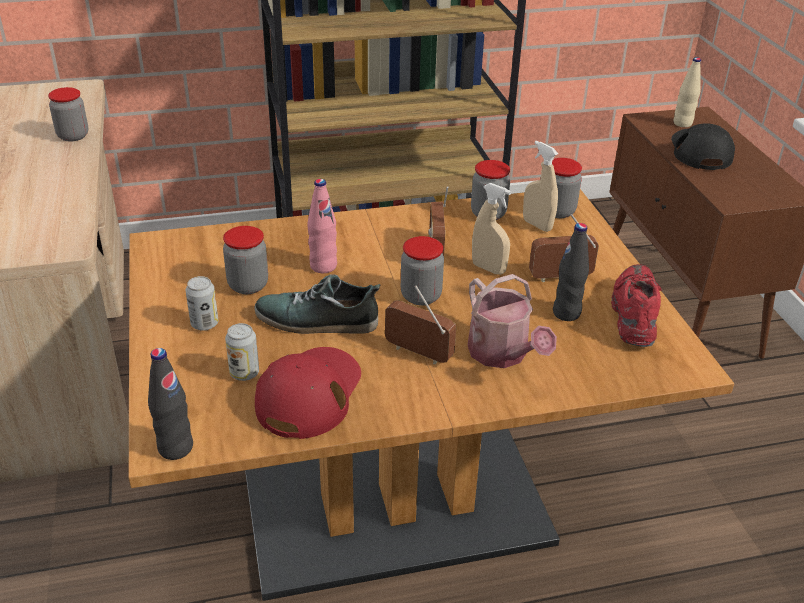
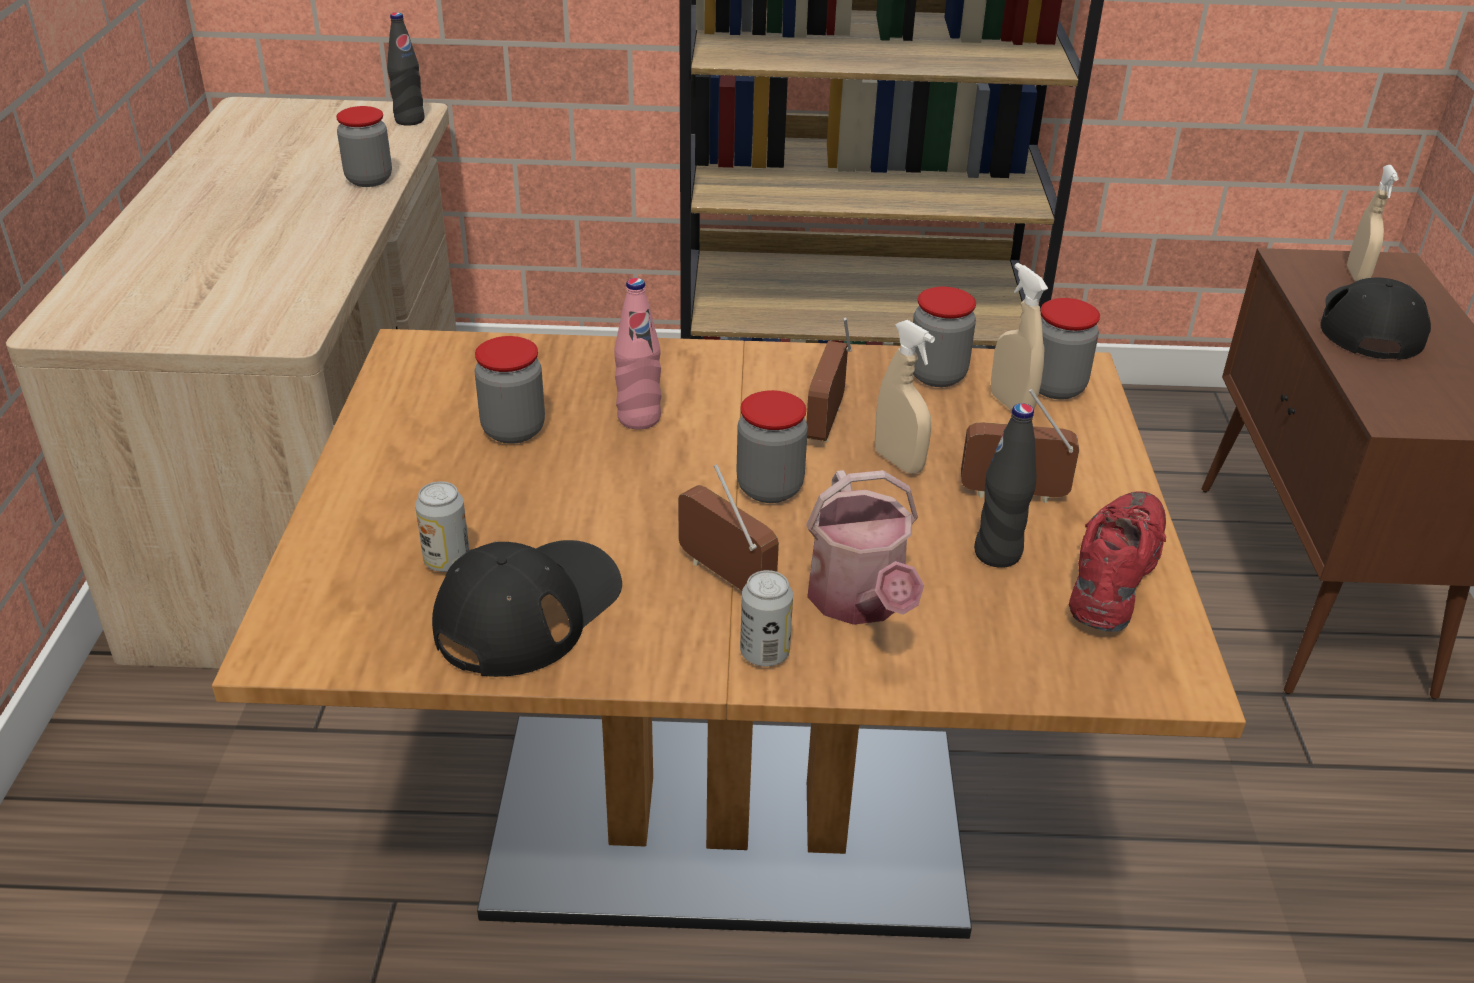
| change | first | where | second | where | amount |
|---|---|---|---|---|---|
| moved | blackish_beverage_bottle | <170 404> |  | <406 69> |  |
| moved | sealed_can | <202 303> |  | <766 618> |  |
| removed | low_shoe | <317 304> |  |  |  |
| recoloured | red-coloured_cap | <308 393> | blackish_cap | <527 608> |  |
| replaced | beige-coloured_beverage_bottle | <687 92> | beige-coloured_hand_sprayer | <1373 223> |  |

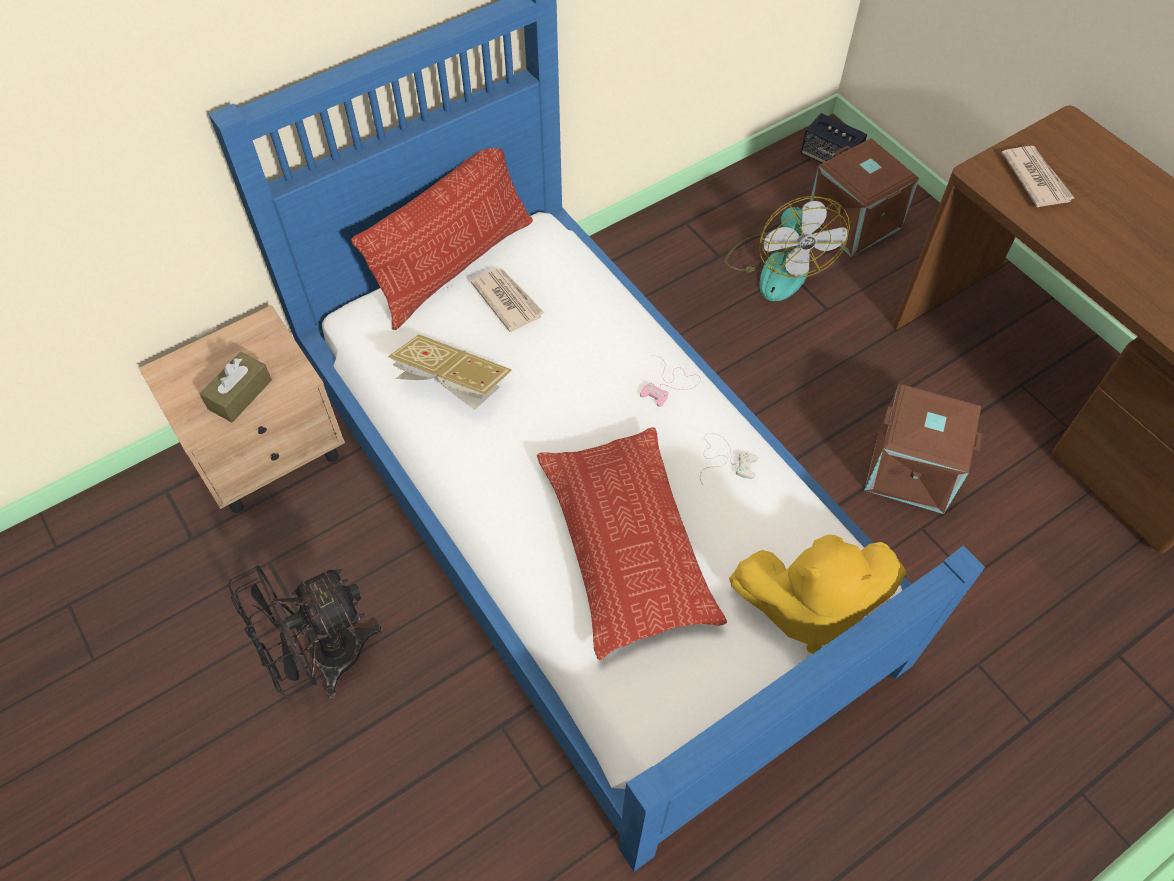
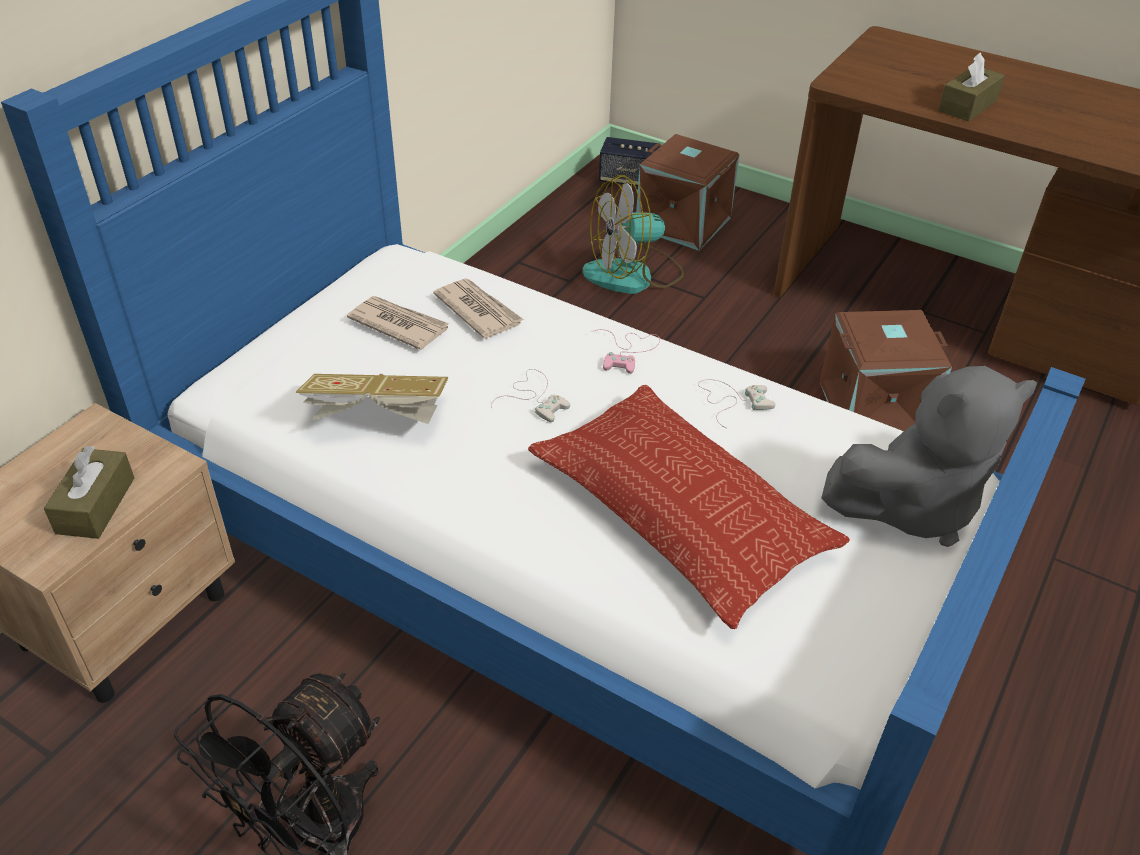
| change | first | where | second | where | amount |
|---|---|---|---|---|---|
| removed | pillow | <442 239> |  |  |  |
| turned | cooling_fan | <787 248> |  | <633 234> | 105 degrees clockwise |
| recoloured | yellowish_plush_toy | <817 594> | greyish_plush_toy | <929 456> |  |
| moved | printed_paper | <1038 176> |  | <478 308> |  |
| added |  |  | white_joypad | <530 395> |  |
| added |  |  | brownish_tissue_holder | <971 87> |  |

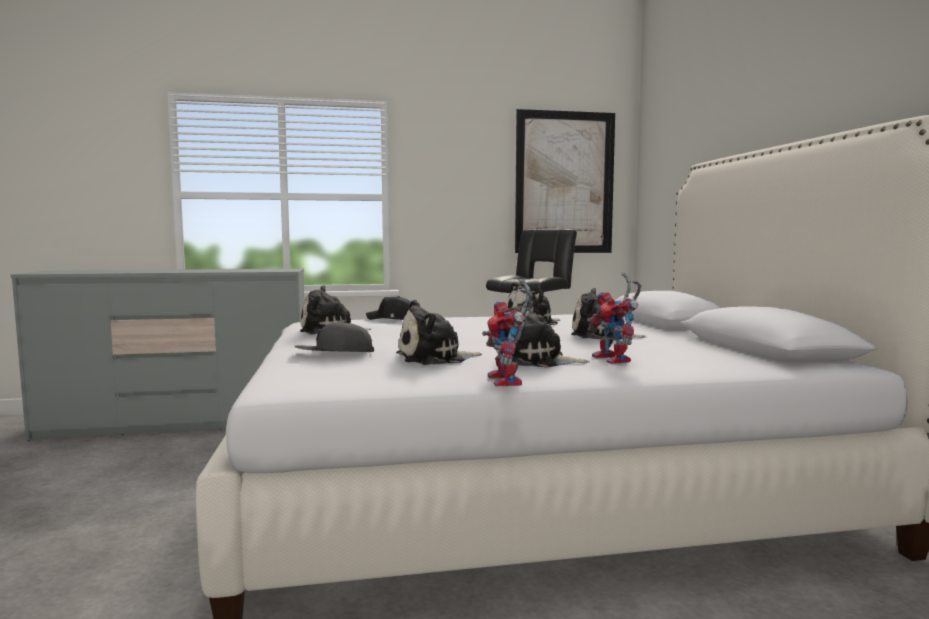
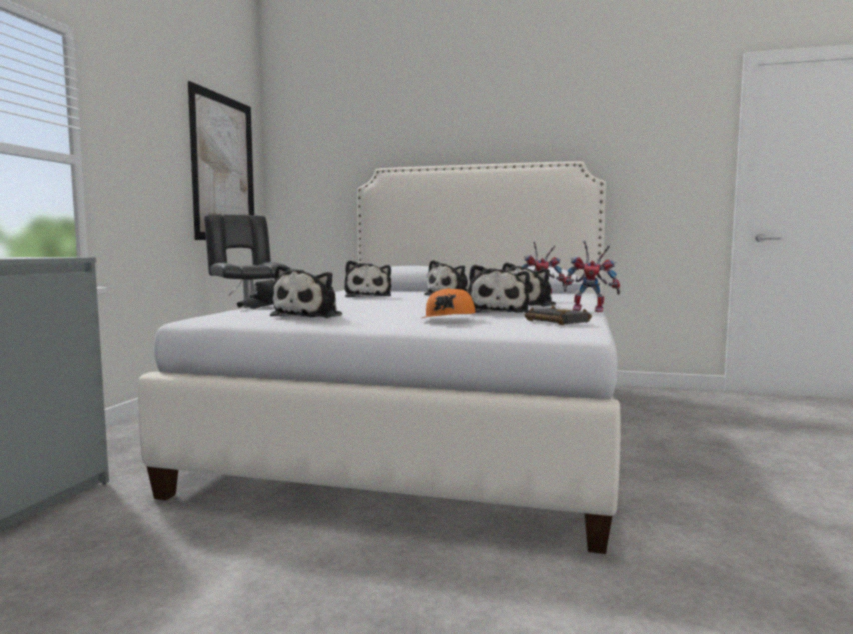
| change | first | where | second | where | amount |
|---|---|---|---|---|---|
| recoloured | greyish_cap | <334 337> | orangey_cap | <448 303> |  |
| added |  |  | blackish_bound_book | <558 315> |  |

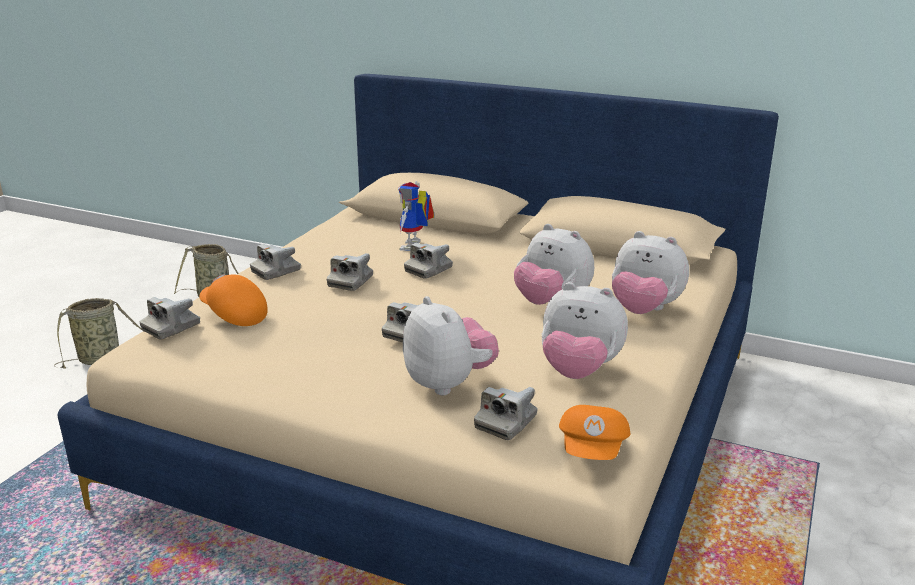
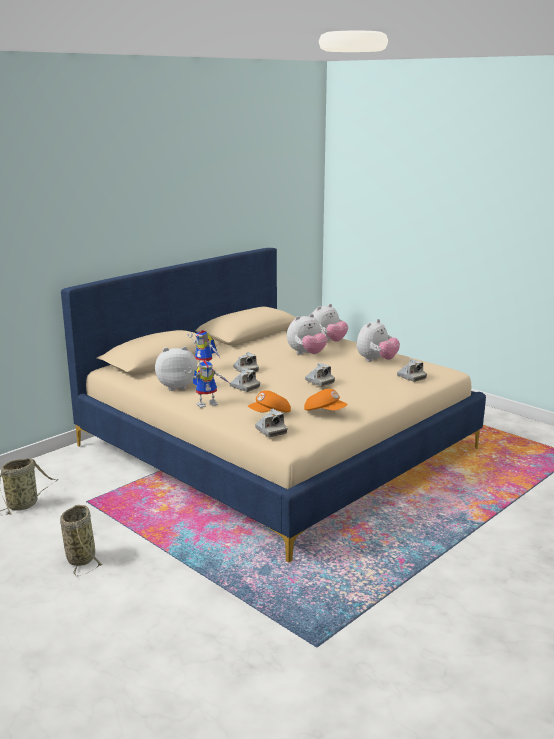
| change | first | where | second | where | amount |
|---|---|---|---|---|---|
| replaced | photo_camera | <275 262> | robot_figure | <206 384> |  |
| moved | plush_toy | <451 345> |  | <176 368> |  |
| moved | orangey_cap | <594 432> |  | <326 400> |  |

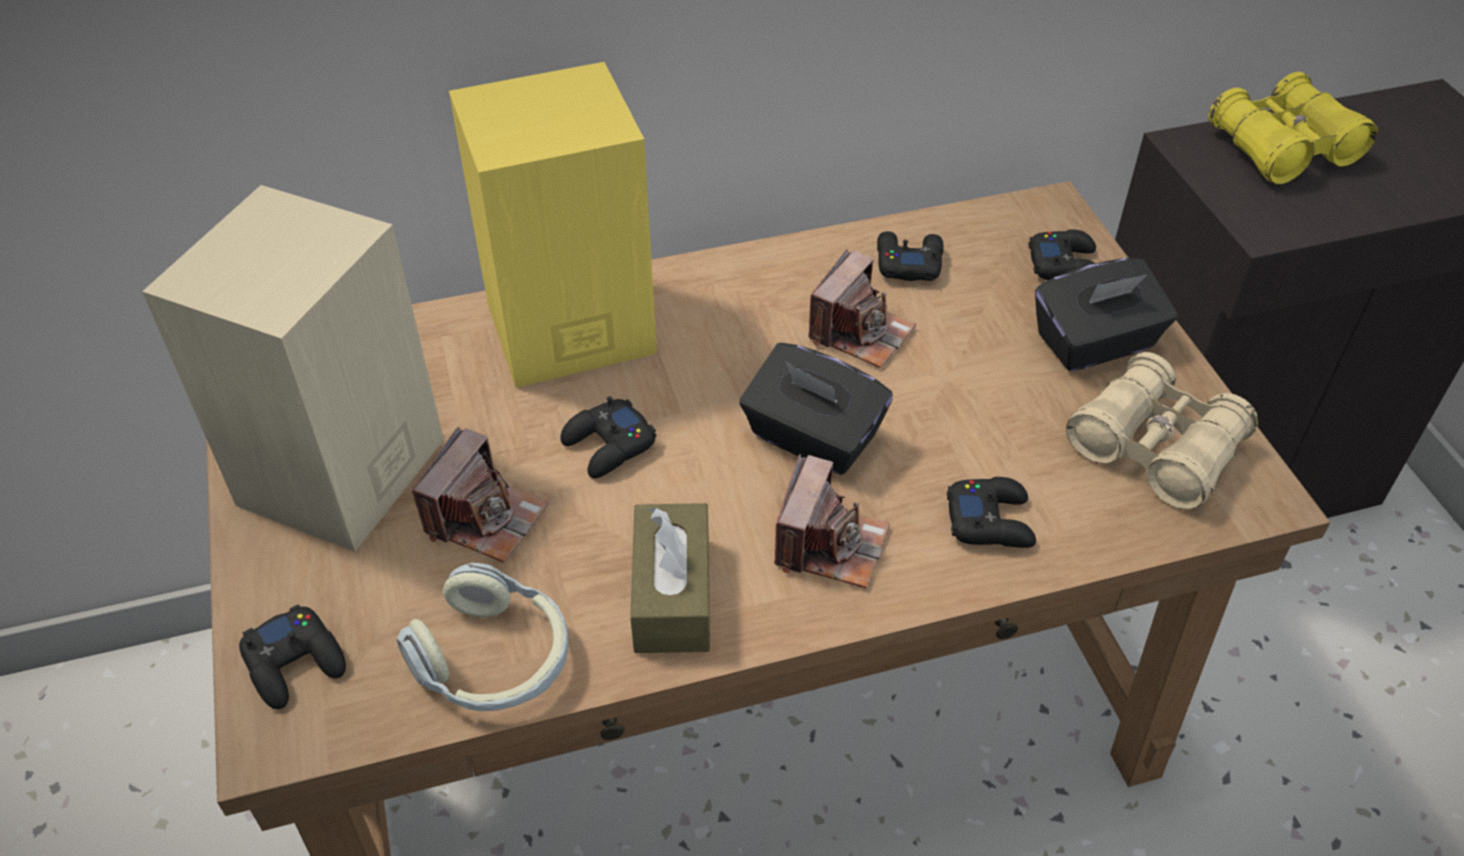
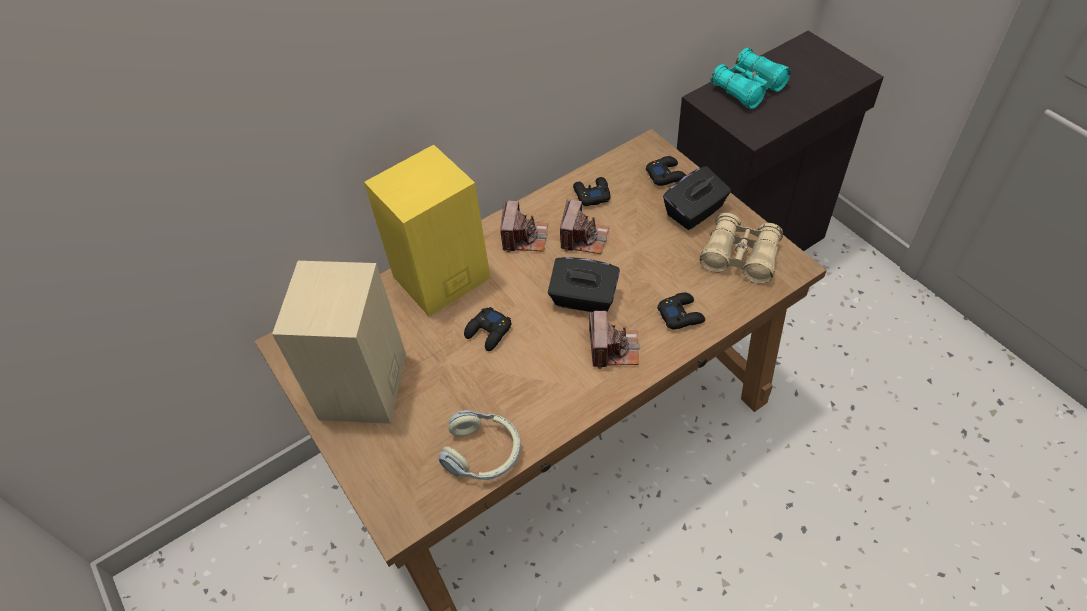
| change | first | where | second | where | amount |
|---|---|---|---|---|---|
| removed | blackish_joypad | <292 656> |  |  |  |
| moved | photo_camera | <480 494> |  | <524 226> |  |
| removed | brownish_tissue_holder | <670 578> |  |  |  |
| recoloured | yellowish_pair_of_binoculars | <1293 128> | turquoise_pair_of_binoculars | <750 78> |  |

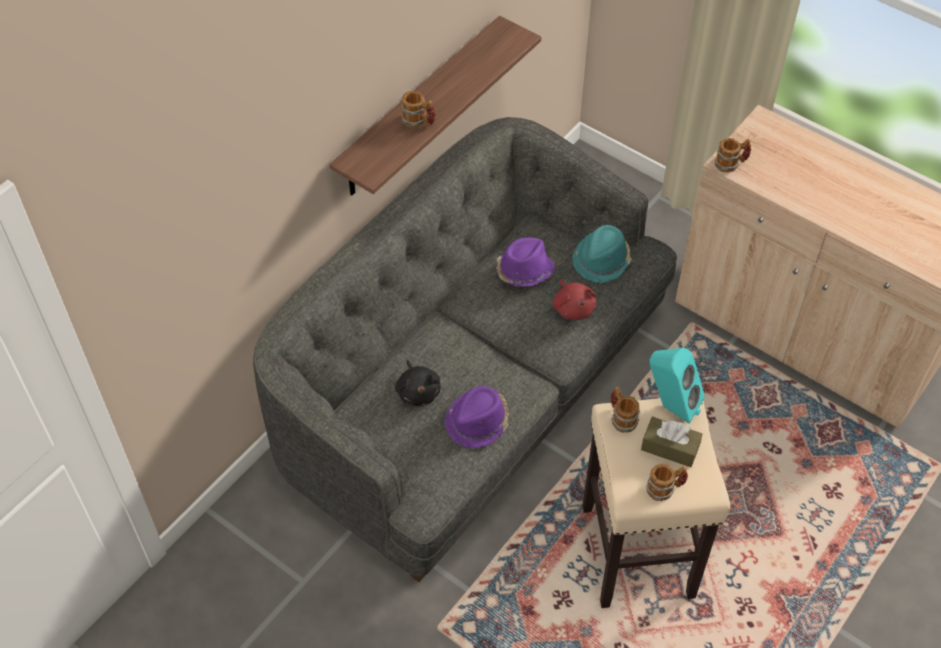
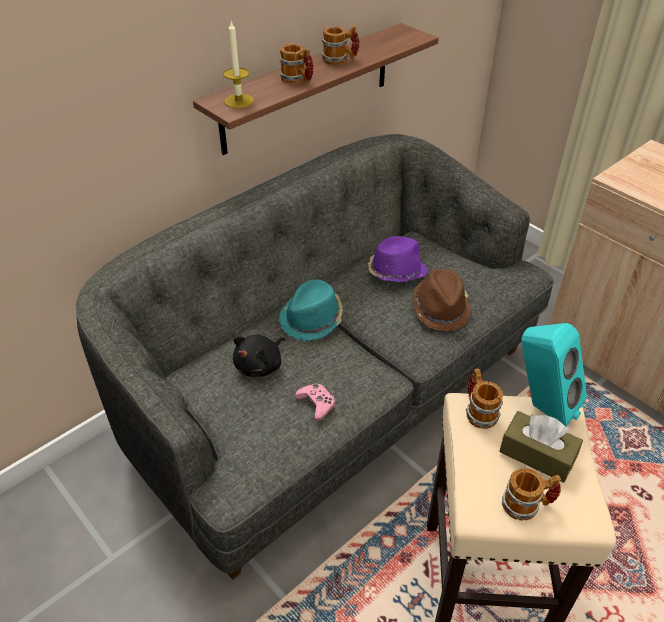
| change | first | where | second | where | amount |
|---|---|---|---|---|---|
| turned | blackish_plush_toy | <417 383> |  | <259 356> | 45 degrees clockwise |
| replaced | purplish_clothing_hat | <477 417> | pink-coloured_joypad | <315 402> |  |
| replaced | red-coloured_plush_toy | <574 299> | brownish_clothing_hat | <442 300> |  |
| moved | turquoise_clothing_hat | <602 254> |  | <311 310> |  |
| moved | tea_mug | <733 155> |  | <340 45> |  |
| added |  |  | wax_candle | <238 64> |  |

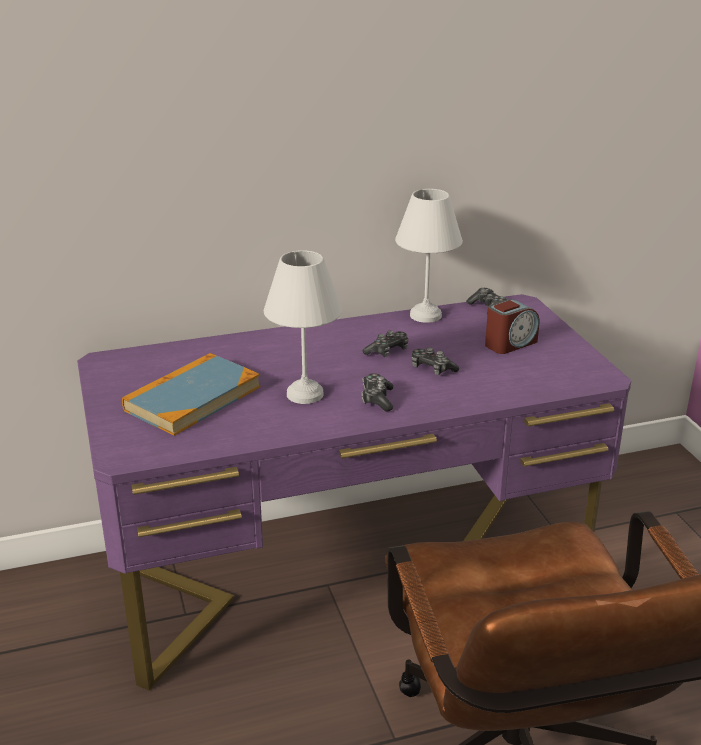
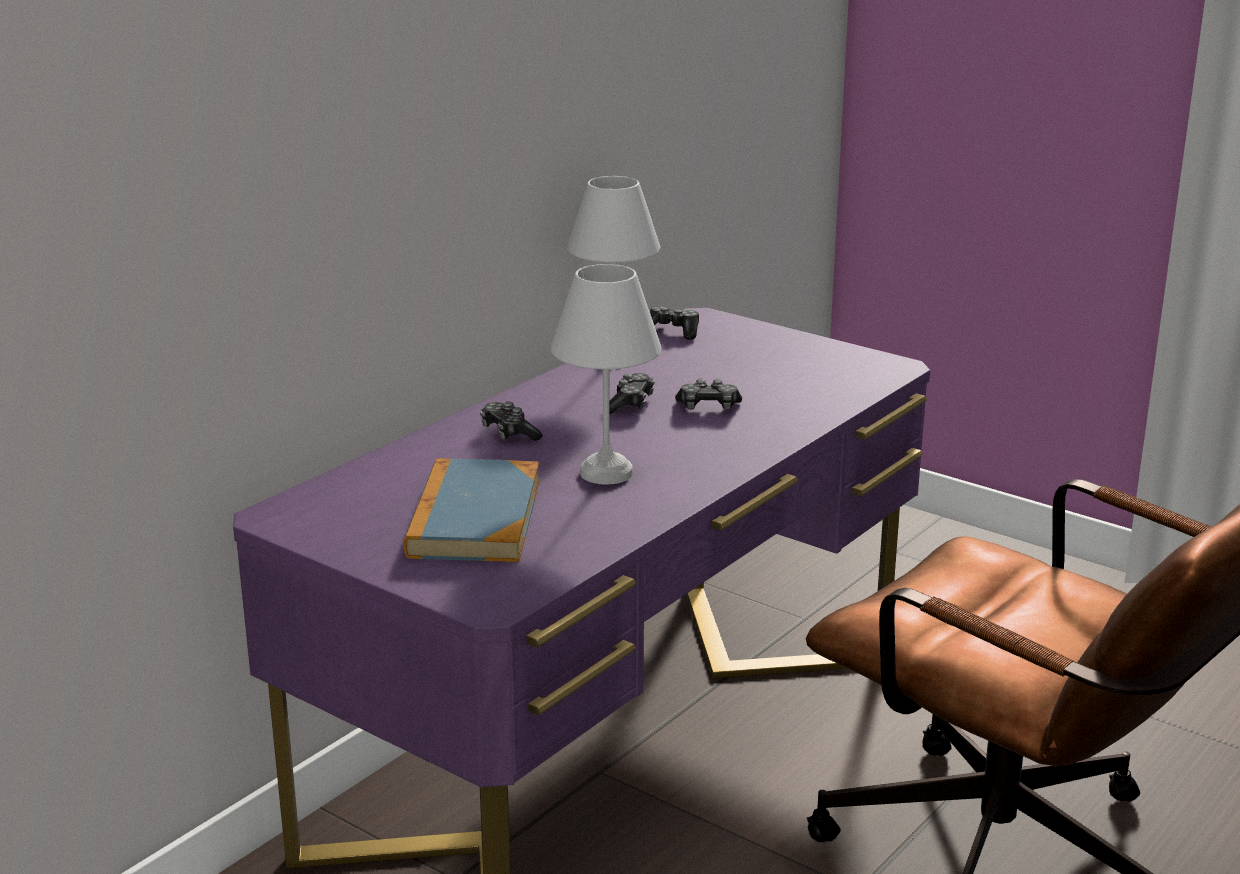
| change | first | where | second | where | amount |
|---|---|---|---|---|---|
| moved | joypad | <377 392> |  | <511 421> |  |
| removed | bedside_clock | <512 326> |  |  |  |

